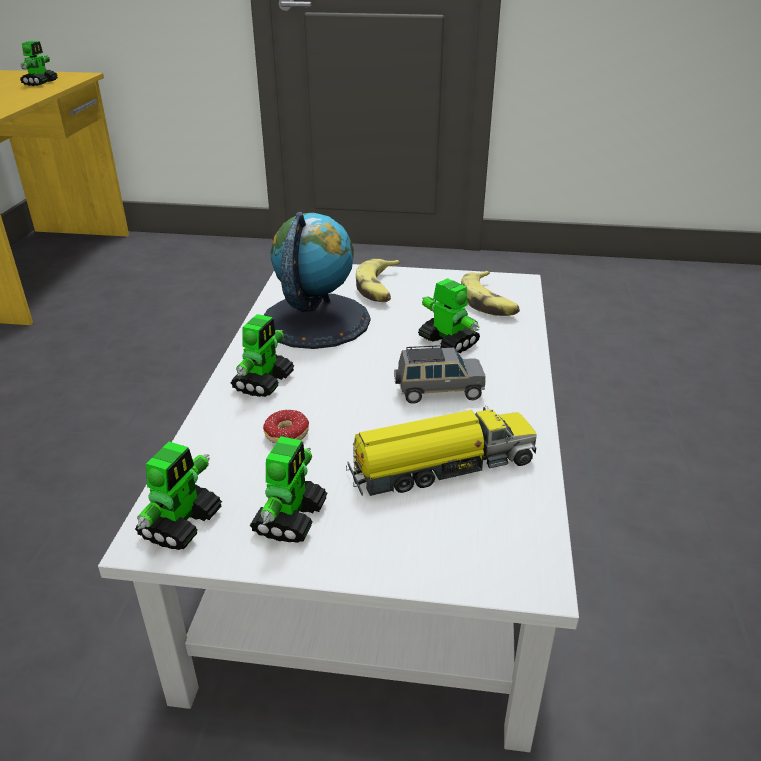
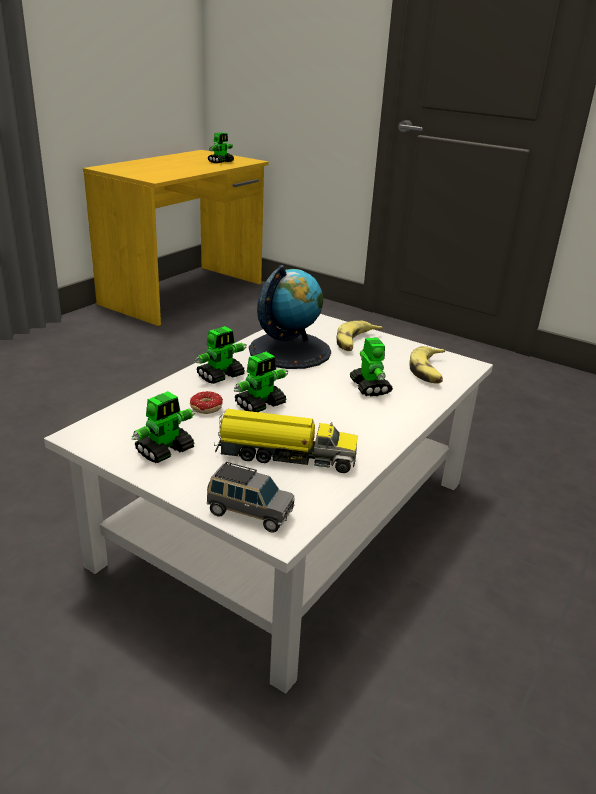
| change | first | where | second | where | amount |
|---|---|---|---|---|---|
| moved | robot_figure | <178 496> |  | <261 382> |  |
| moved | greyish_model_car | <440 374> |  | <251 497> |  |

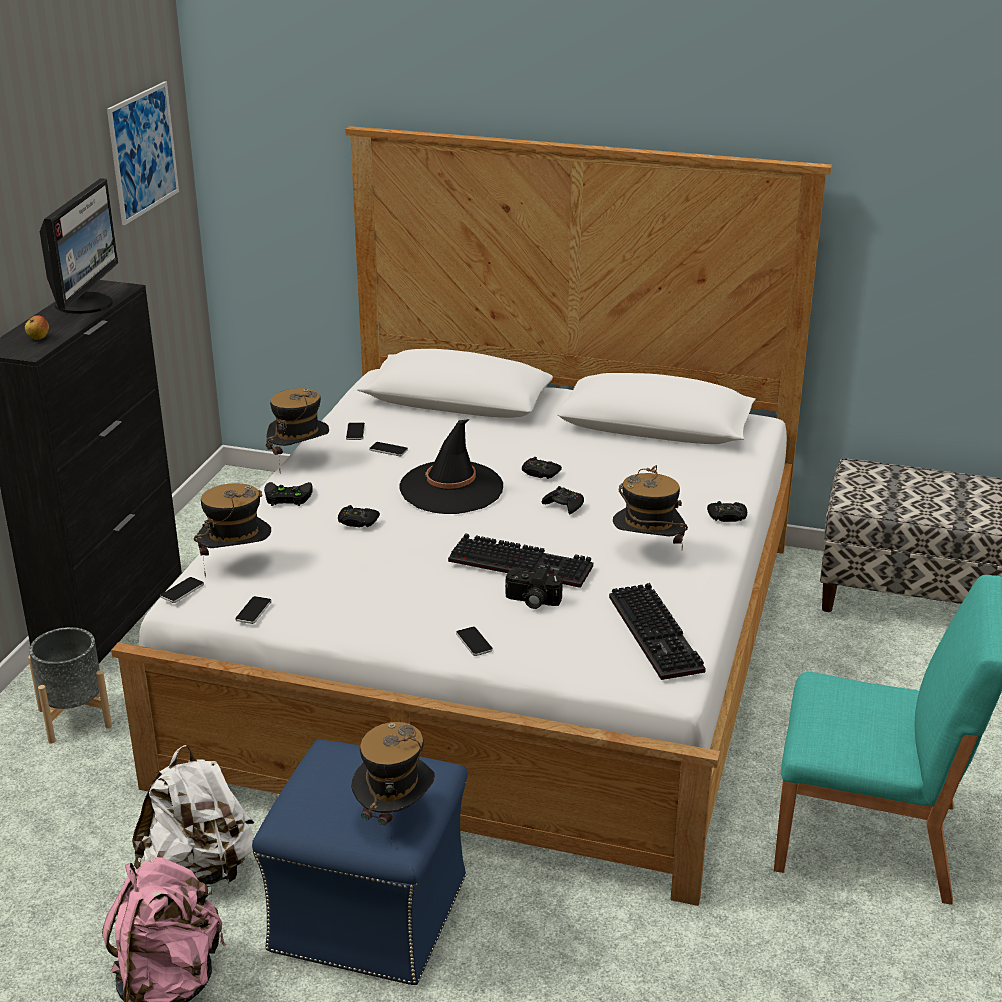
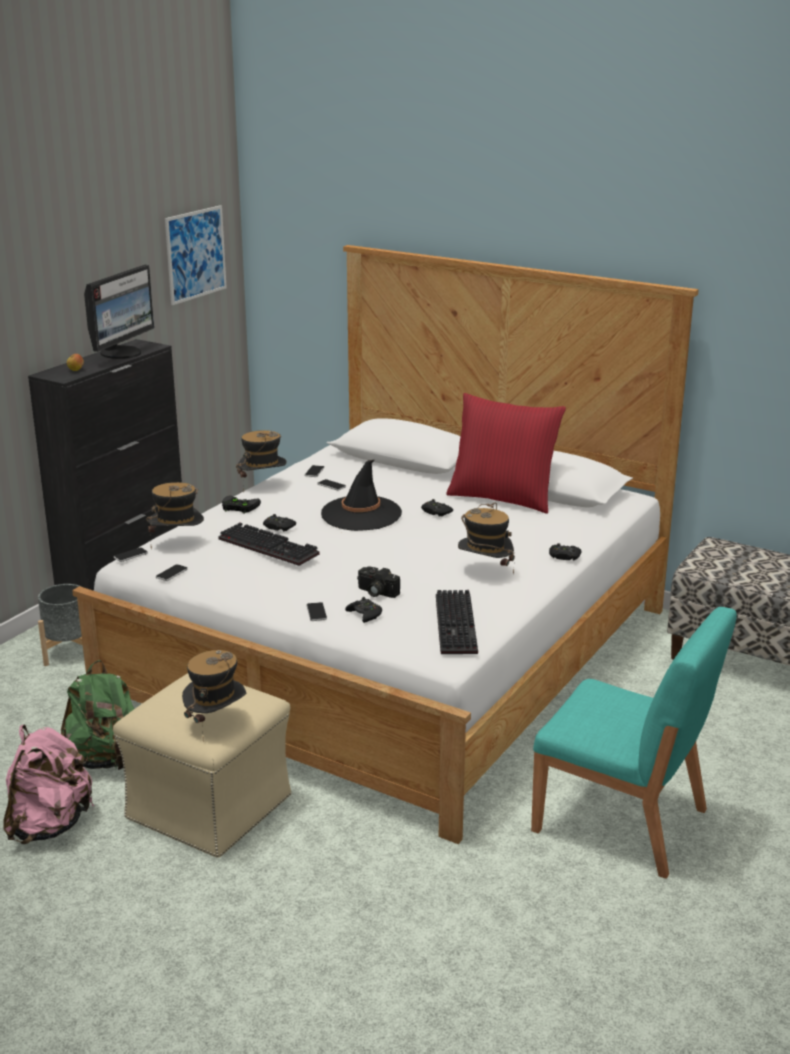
| change | first | where | second | where | amount |
|---|---|---|---|---|---|
| recoloured | white_knapsack | <193 815> | greenish_knapsack | <97 715> |  |
| recoloured | bluish_ottoman | <360 862> | beige-coloured_ottoman | <202 765> |  |
| moved | keyboard | <520 560> |  | <268 544> |  |
| moved | blackish_joypad | <563 500> |  | <363 610> |  |
| added |  |  | red-coloured_pillow | <506 453> |  |

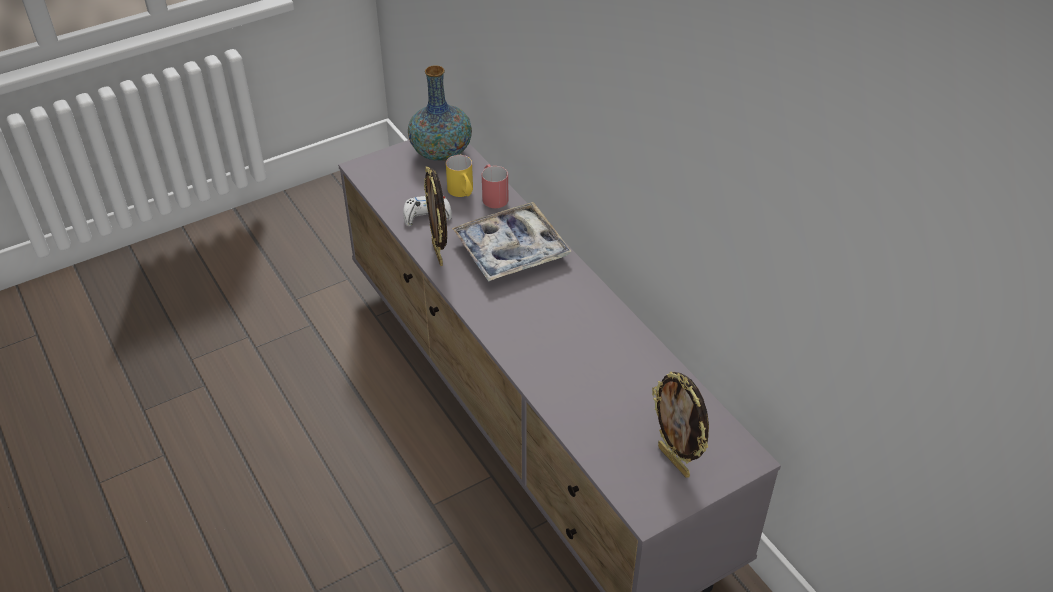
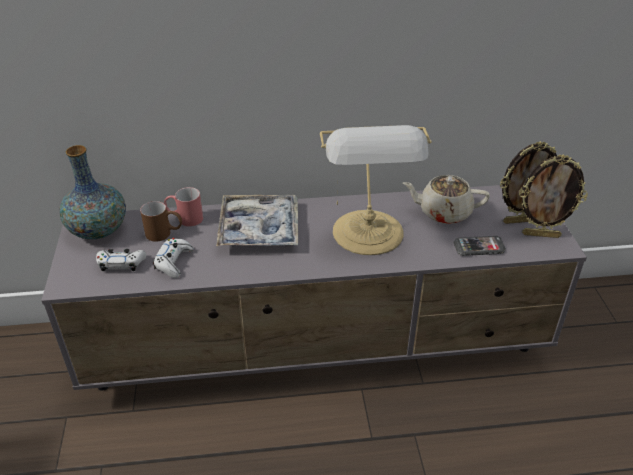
| change | first | where | second | where | amount |
|---|---|---|---|---|---|
| moved | photo_frame | <435 216> |  | <553 196> |  |
| recoloured | yellowish_tea_mug | <459 176> | brownish_tea_mug | <161 221> |  |
| added |  |  | white_joypad | <121 260> |  |
| added |  |  | tabletop_lamp | <376 190> |  |
| added |  |  | beige-coloured_tea_pot | <446 199> |  |
| added |  |  | handset | <480 246> |  |

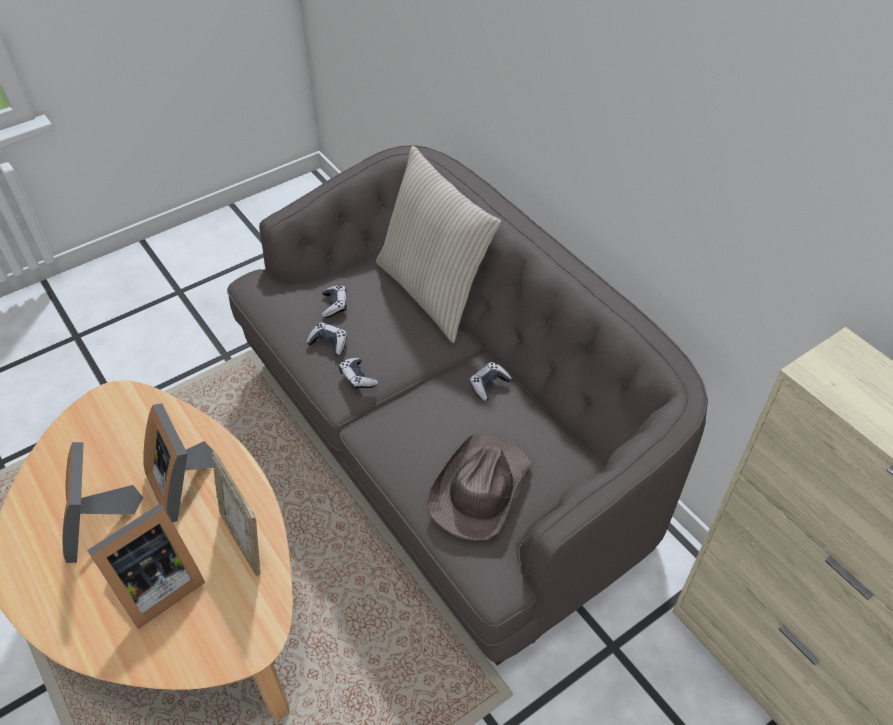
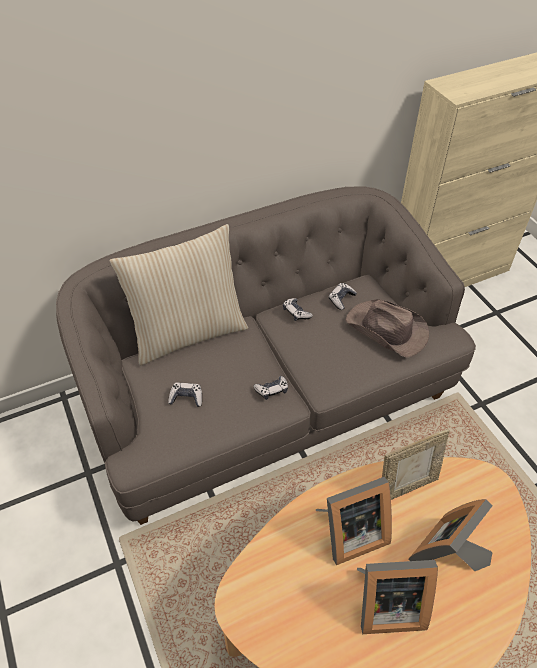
| change | first | where | second | where | amount |
|---|---|---|---|---|---|
| turned | photo_frame | <146 566> |  | <450 535> | 105 degrees counterclockwise |
| moved | joypad | <326 338> |  | <343 296> |  |

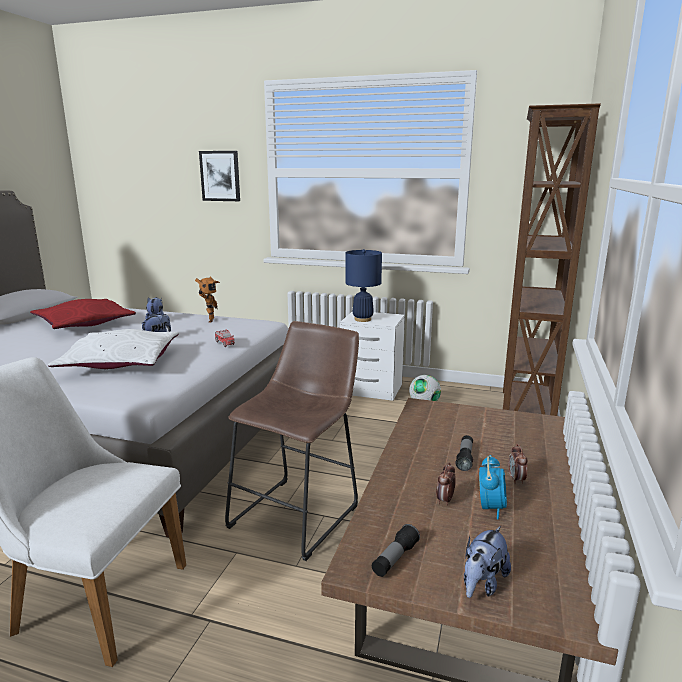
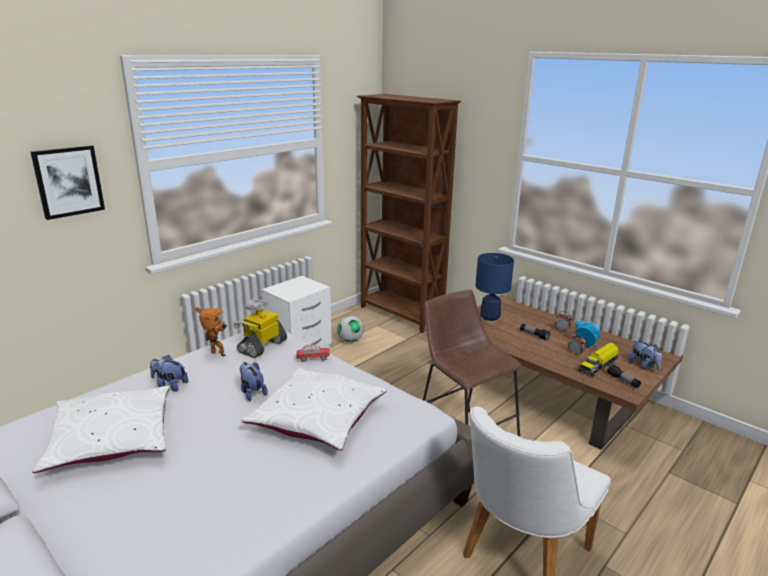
| change | first | where | second | where | amount |
|---|---|---|---|---|---|
| recoloured | red-coloured_pillow | <83 314> | white_pillow | <101 429> |  |
| moved | bluish_tabletop_lamp | <364 285> |  | <494 288> |  |
| added |  |  | robot_figure | <260 328> |  |
| added |  |  | model_truck | <599 360> |  |

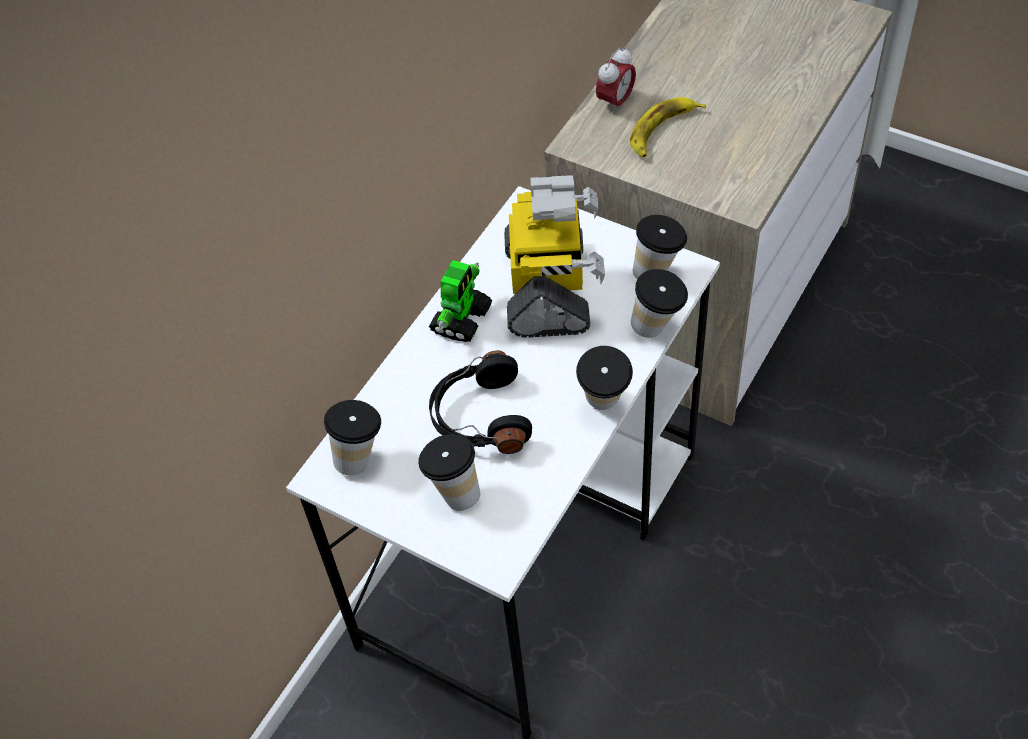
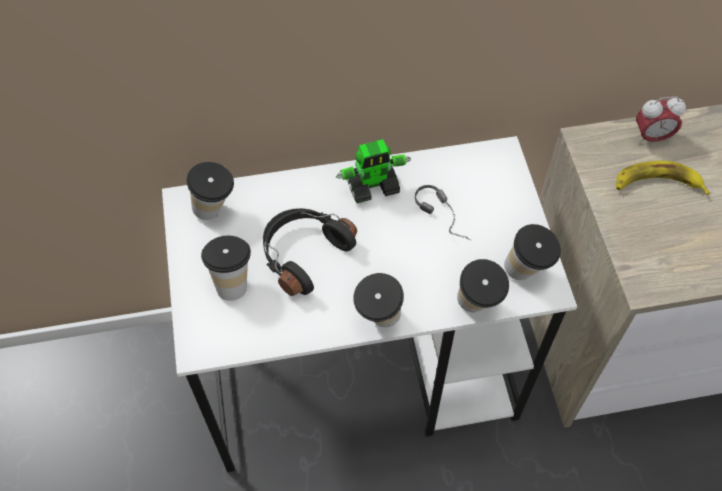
| change | first | where | second | where | amount |
|---|---|---|---|---|---|
| replaced | robot_figure | <554 256> | headset | <443 212> |  |

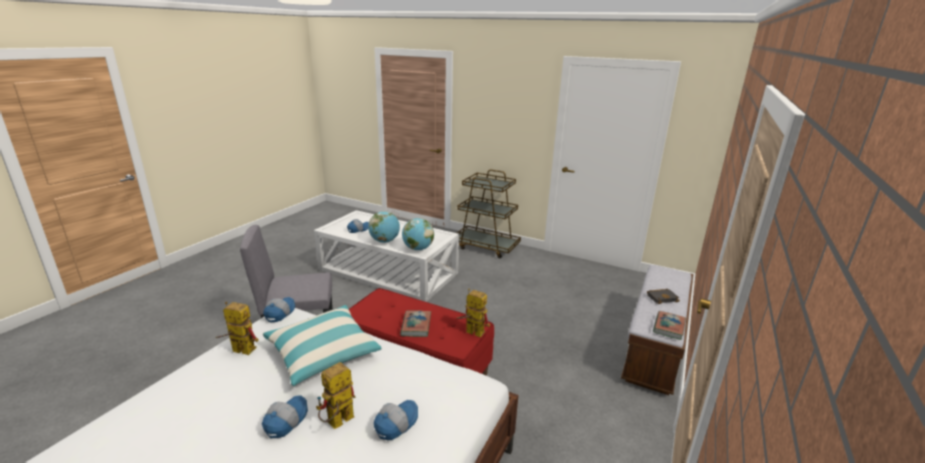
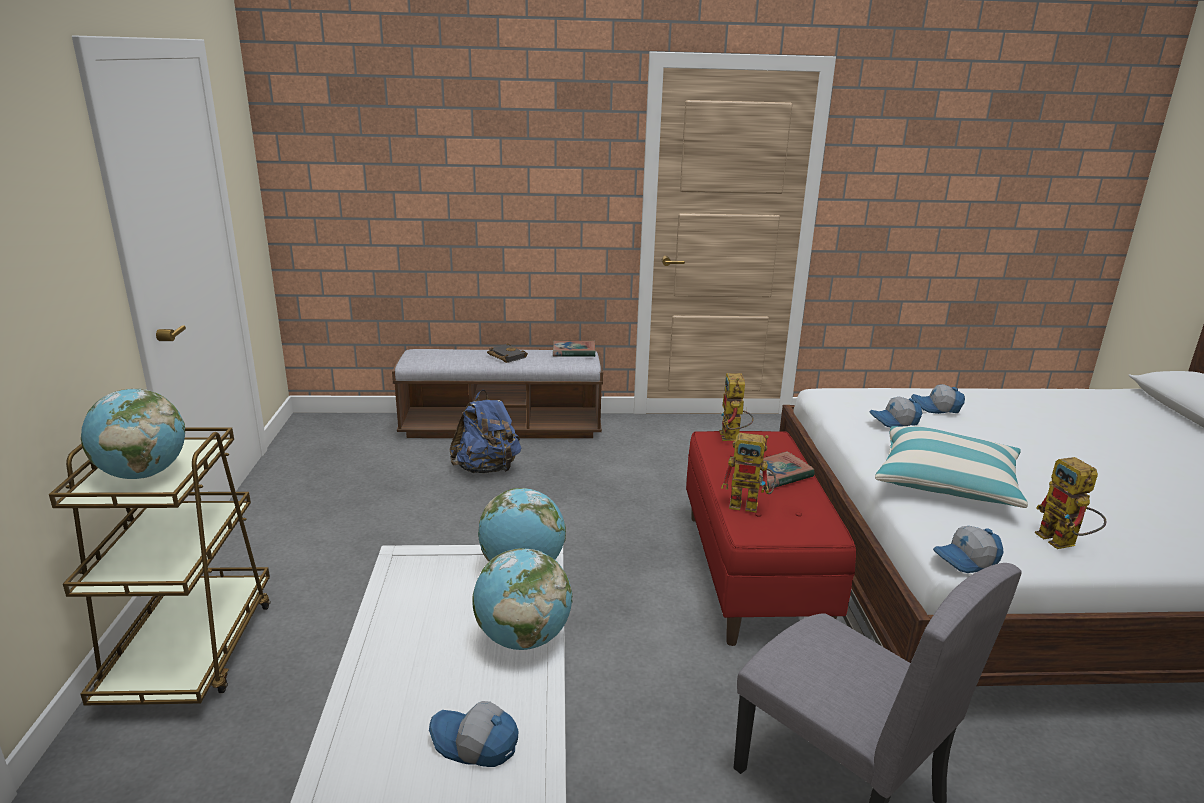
| change | first | where | second | where | amount |
|---|---|---|---|---|---|
| moved | cap | <285 416> |  | <896 412> |  |
| moved | robot_figure | <335 395> |  | <748 473> |  |
| added |  |  | globe | <133 433> |  |
| added |  |  | bluish_knapsack | <485 431> |  |

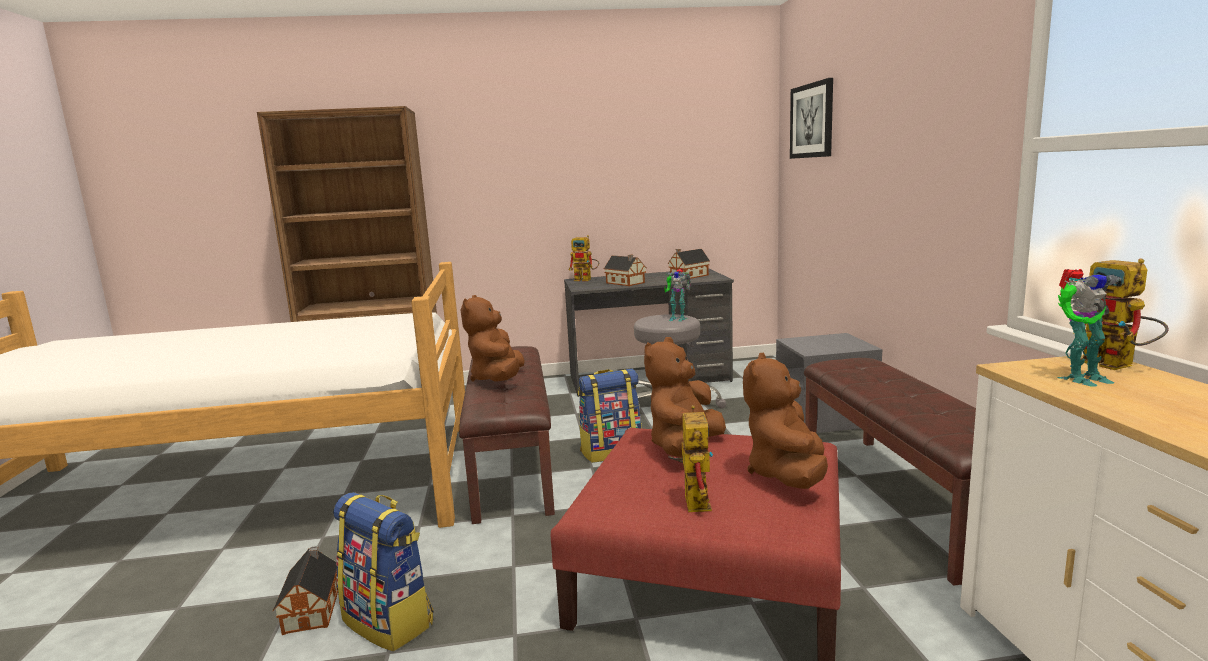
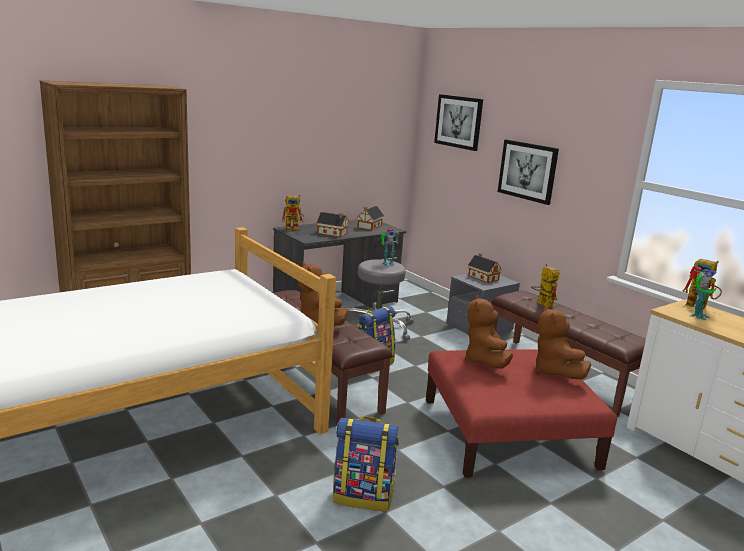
| change | first | where | second | where | amount |
|---|---|---|---|---|---|
| moved | miniature_house | <305 590> |  | <485 268> |  |
| moved | robot_figure | <690 458> |  | <545 286> |  |
| added |  |  | wall_picture | <528 172> |  |

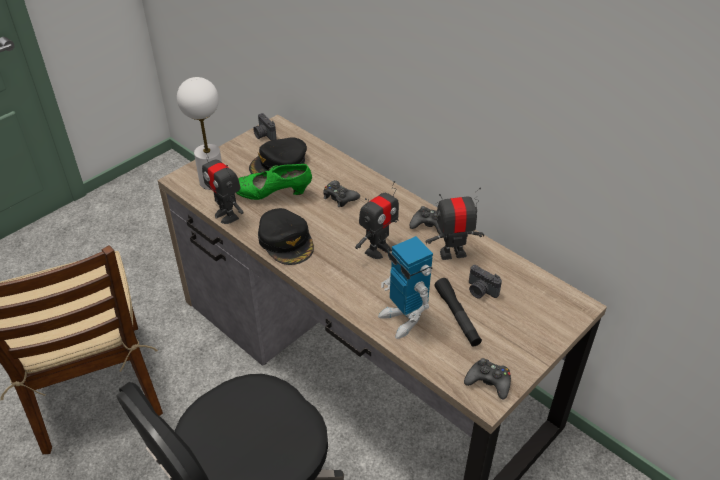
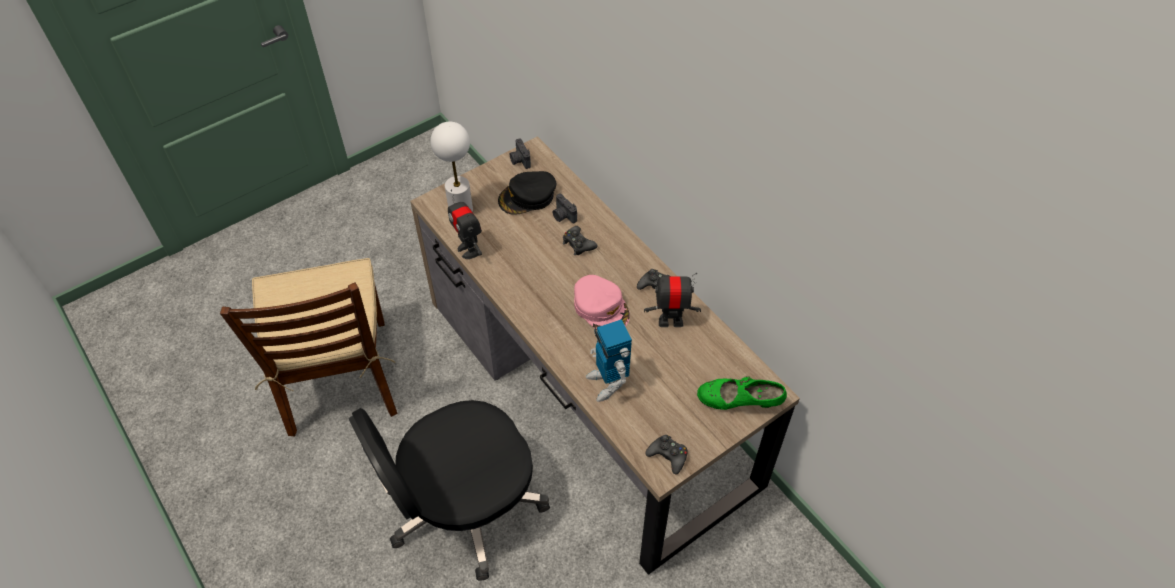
| change | first | where | second | where | amount |
|---|---|---|---|---|---|
| moved | greenish_low_shoe | <274 182> |  | <742 393> |  |
| removed | blackish_cap | <286 236> |  |  |  |
| replaced | robot_figure | <377 220> | pink-coloured_cap | <602 302> |  |
| removed | blackish_hand_torch | <458 312> |  |  |  |
| moved | photo_camera | <485 282> |  | <565 208> |  |

